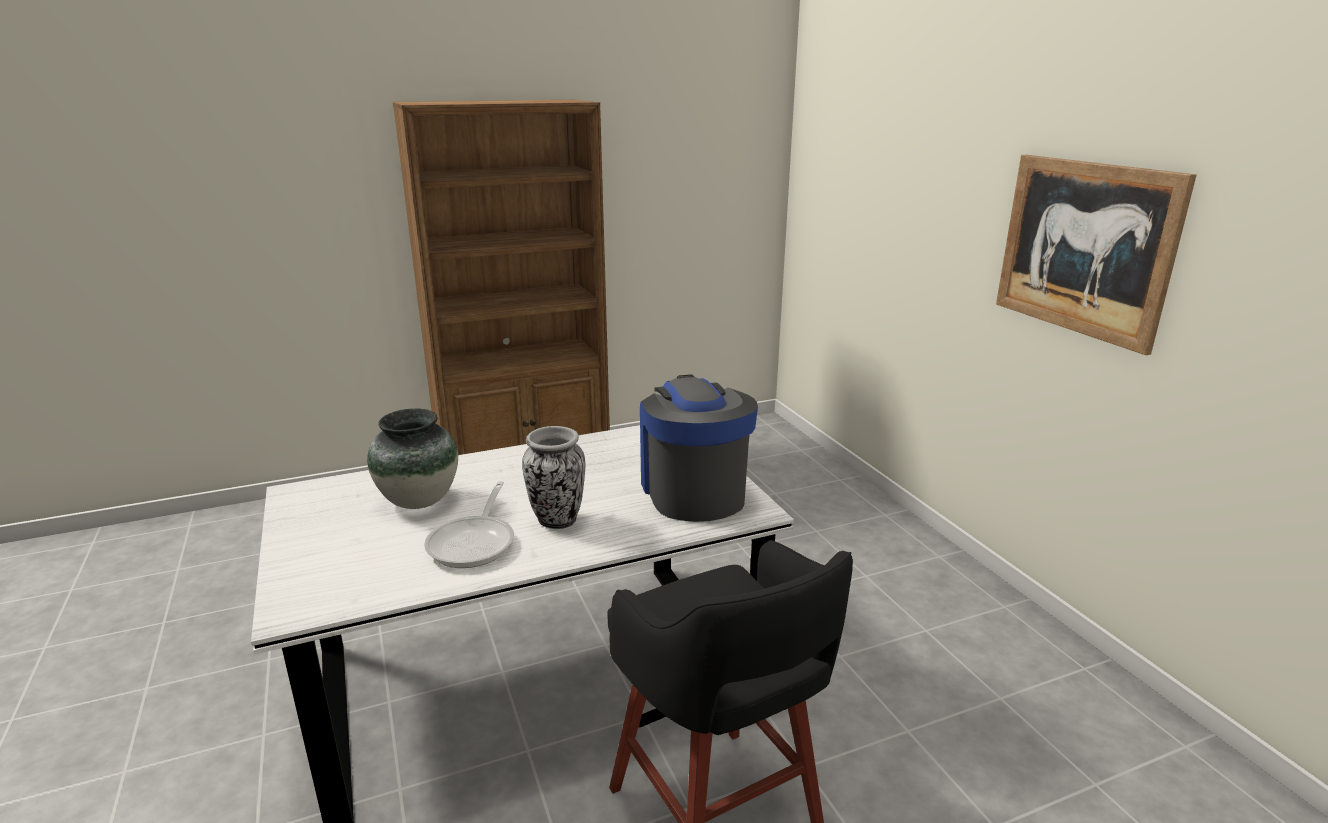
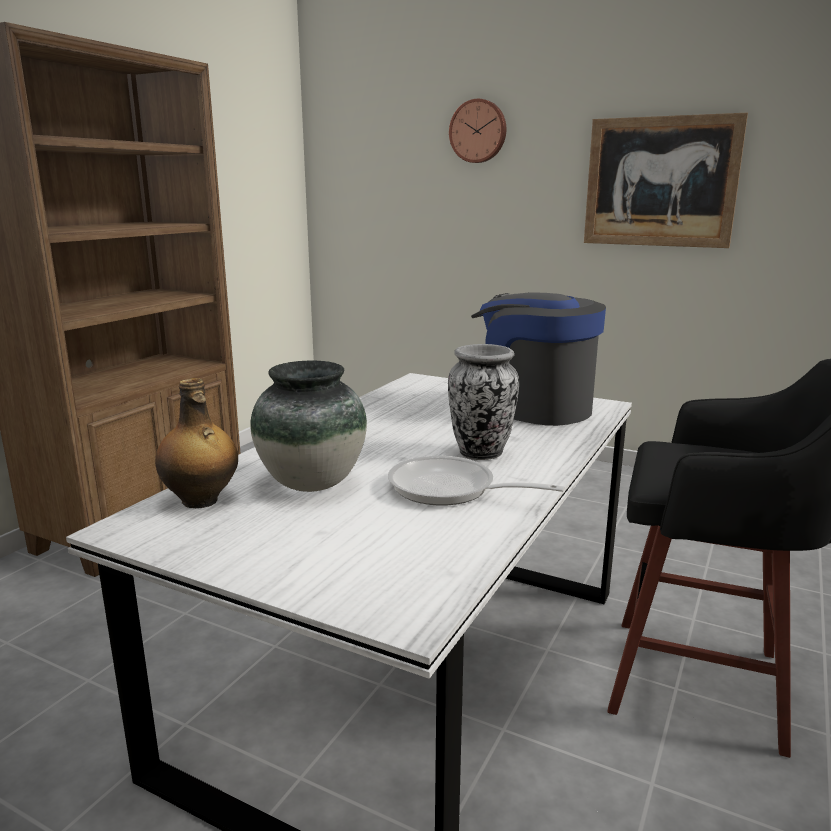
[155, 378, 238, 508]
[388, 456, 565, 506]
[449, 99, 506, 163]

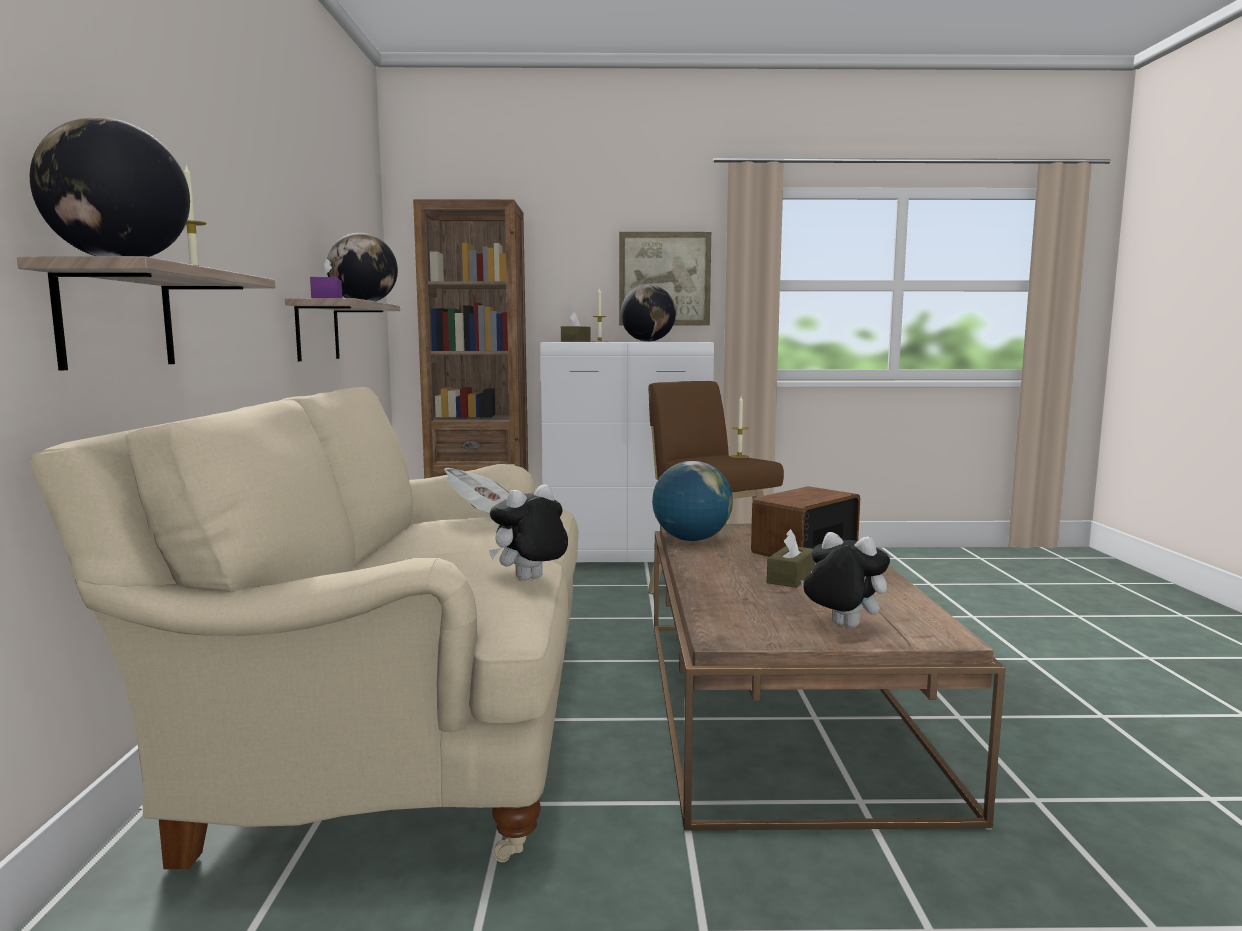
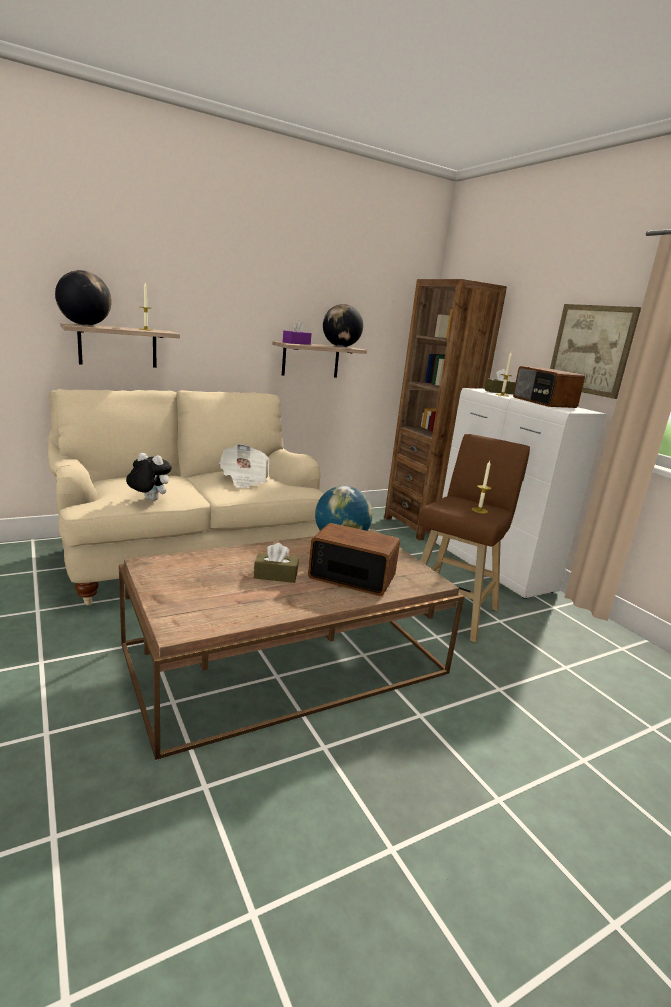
[513, 366, 585, 408]
[801, 532, 890, 628] (first image)

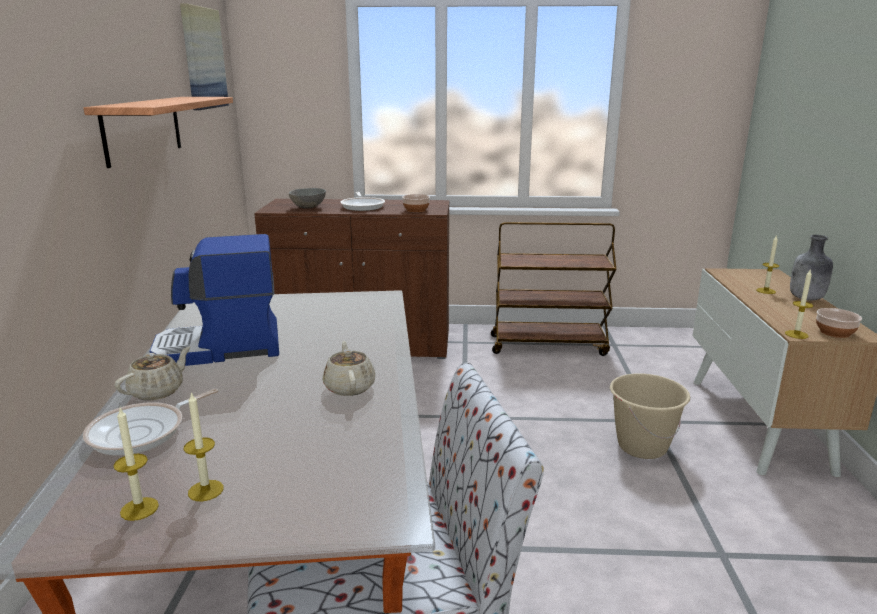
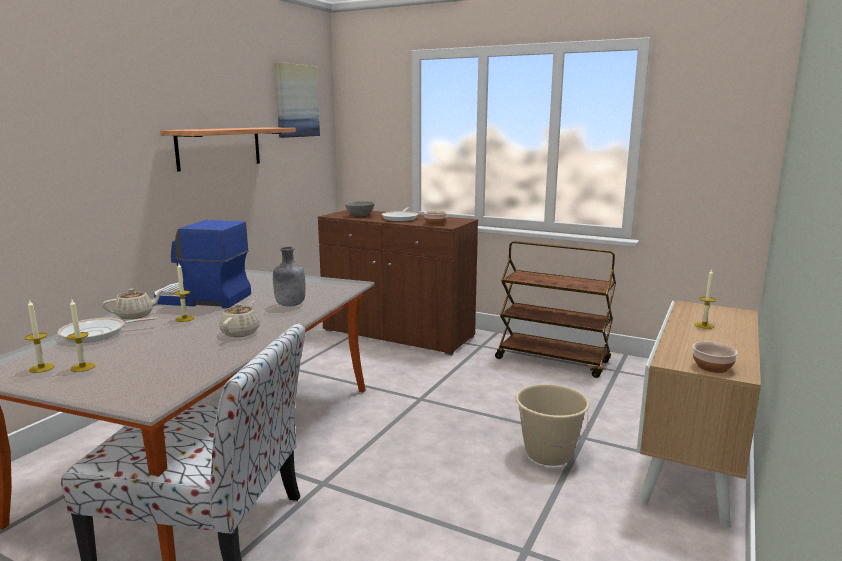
[174, 263, 194, 322]
[273, 247, 306, 307]

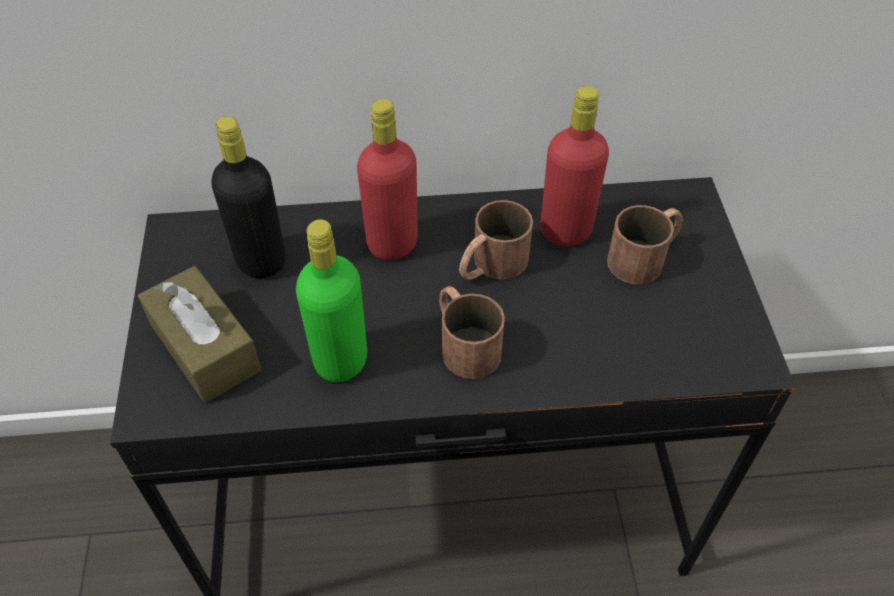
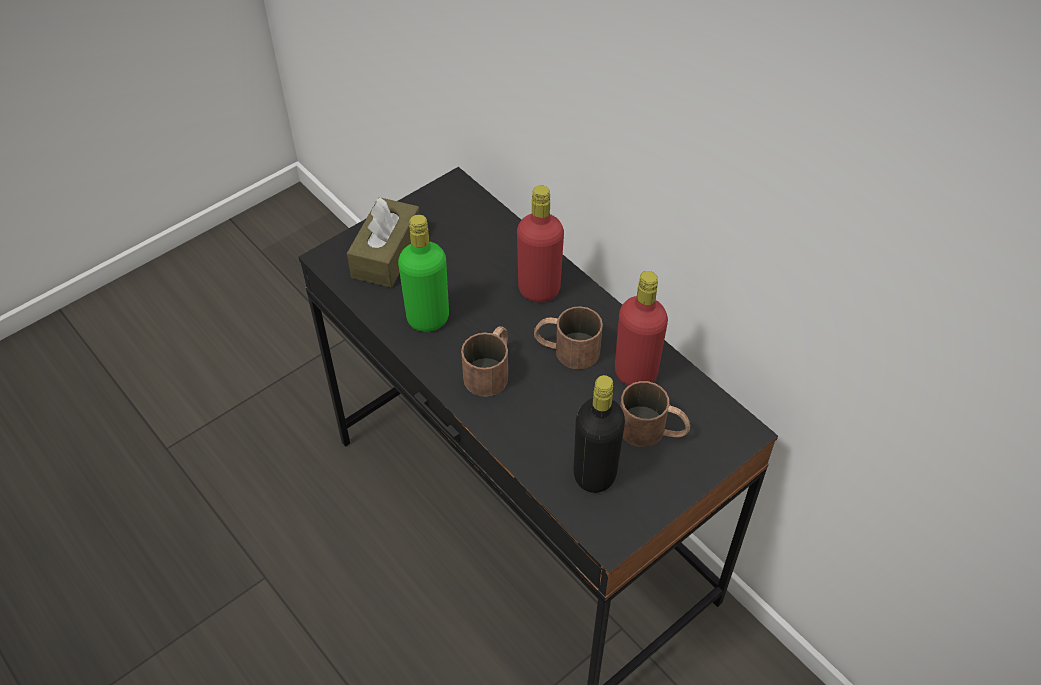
[574, 375, 625, 493]

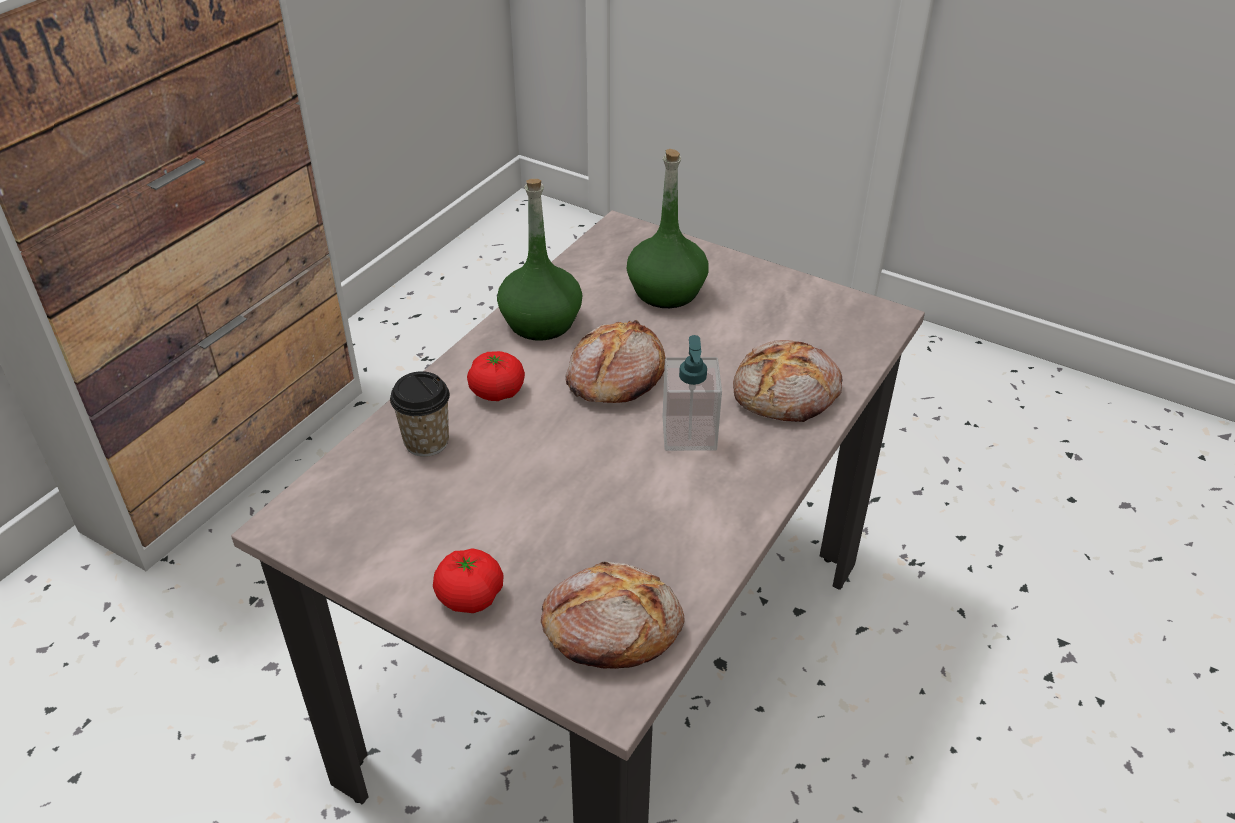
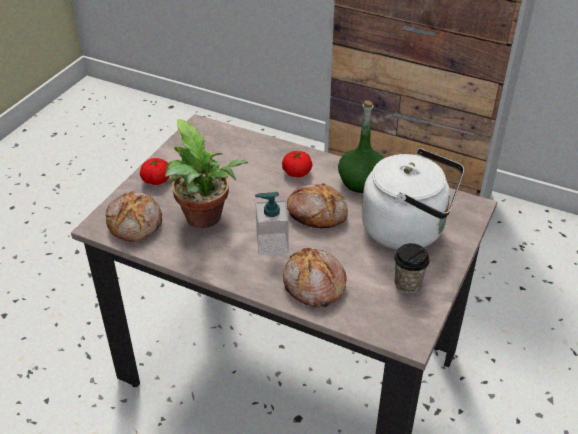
[165, 119, 248, 228]
[362, 148, 464, 250]
[394, 243, 430, 294]

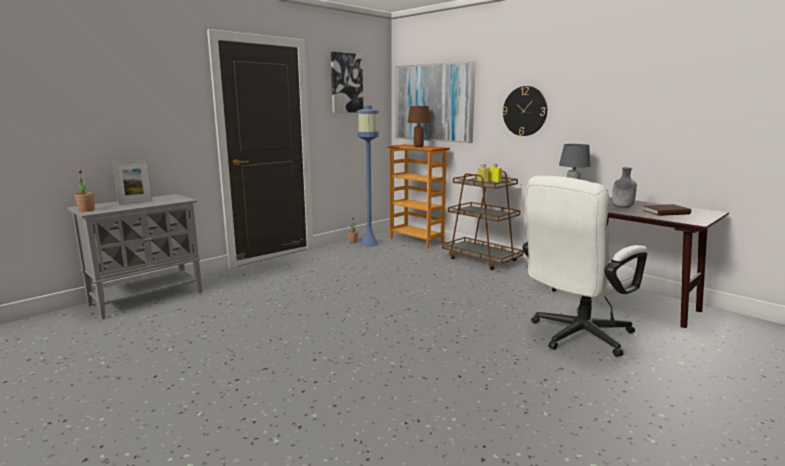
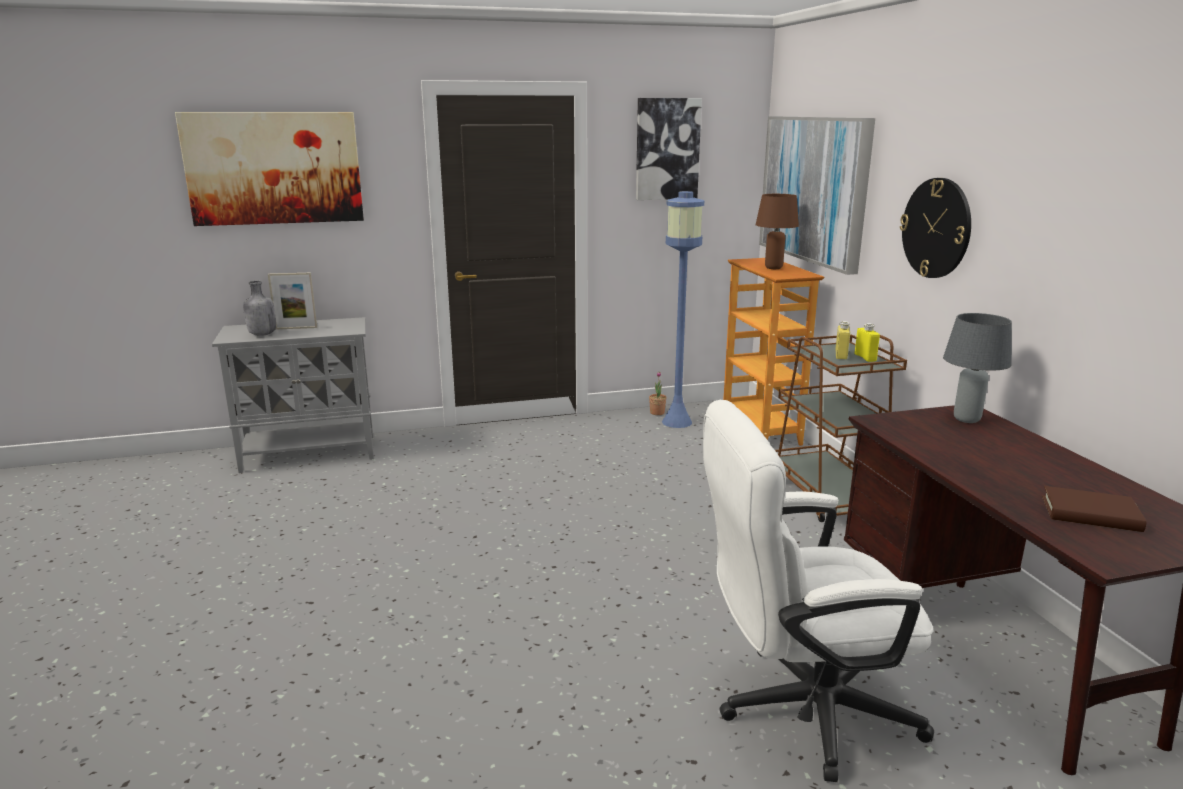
[175, 112, 364, 226]
[243, 281, 276, 336]
[75, 168, 95, 212] (first image)

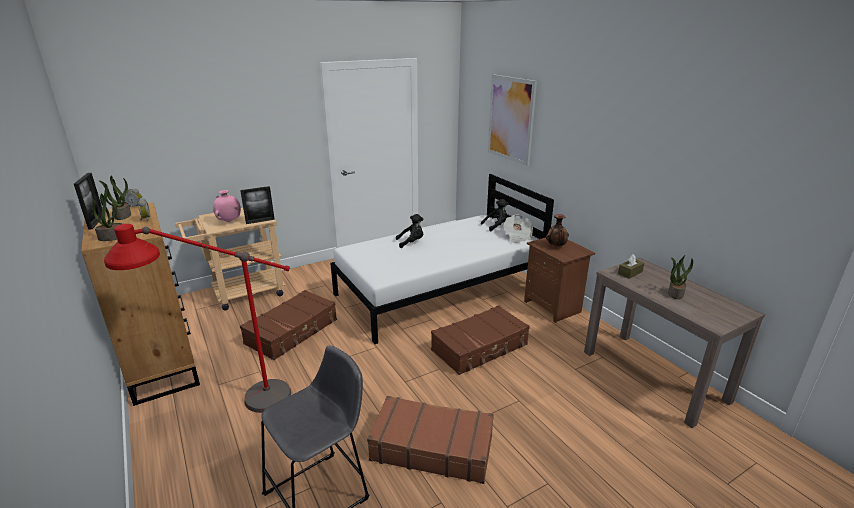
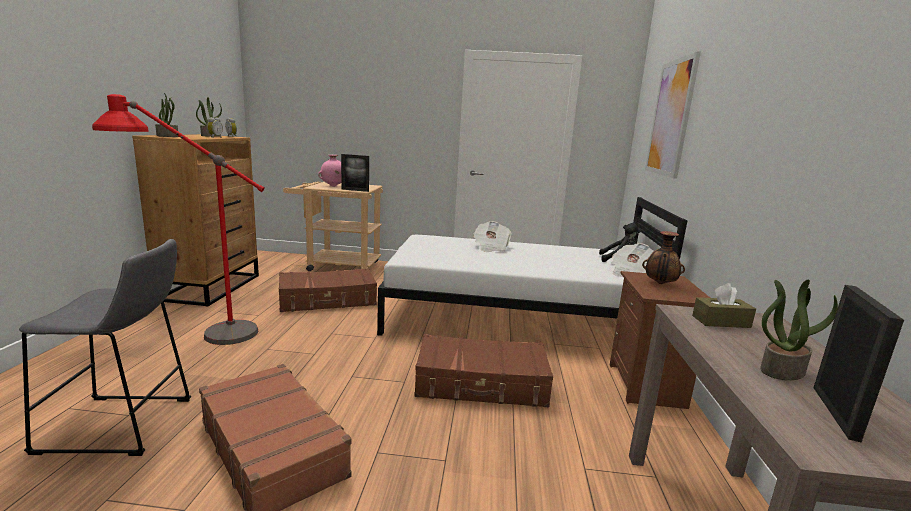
[473, 221, 512, 252]
[814, 285, 904, 443]

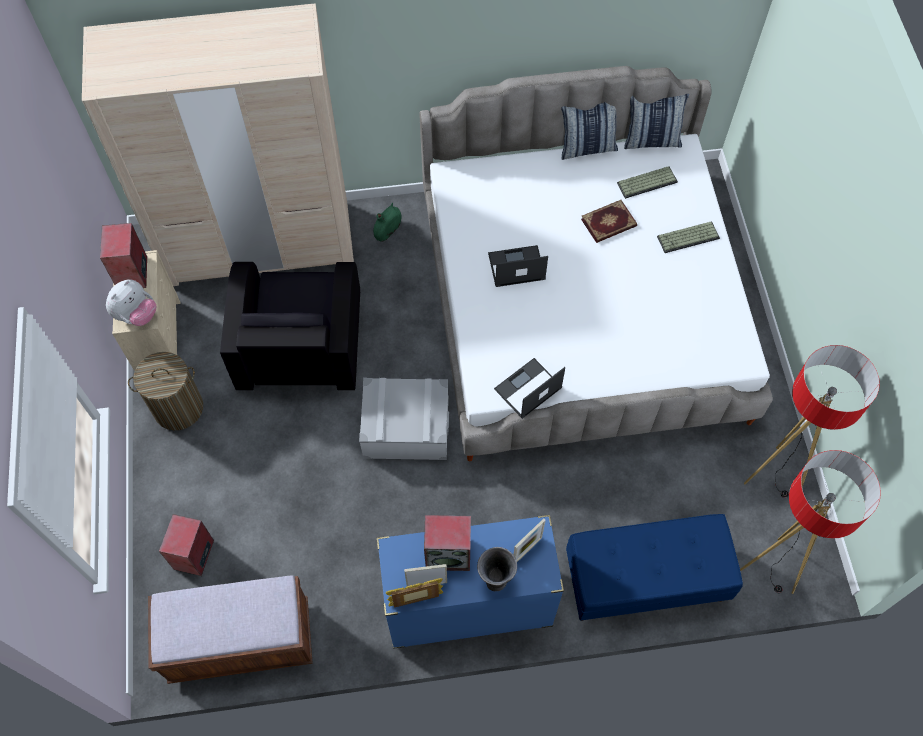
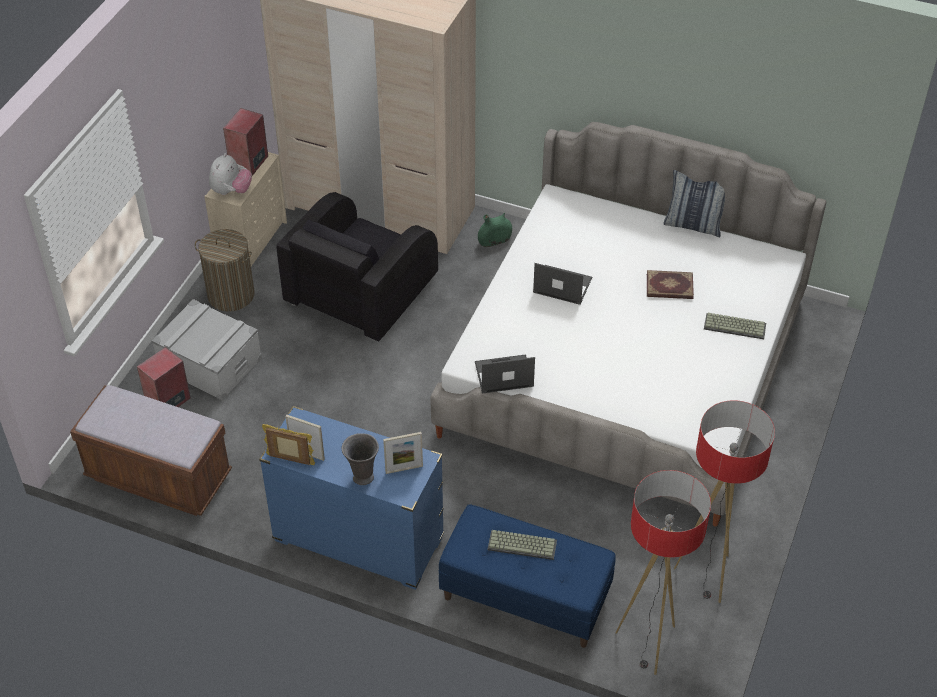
[152, 299, 262, 401]
[209, 153, 252, 195]
[488, 530, 557, 560]
[424, 515, 471, 571] (first image)
[624, 94, 689, 149] (first image)

